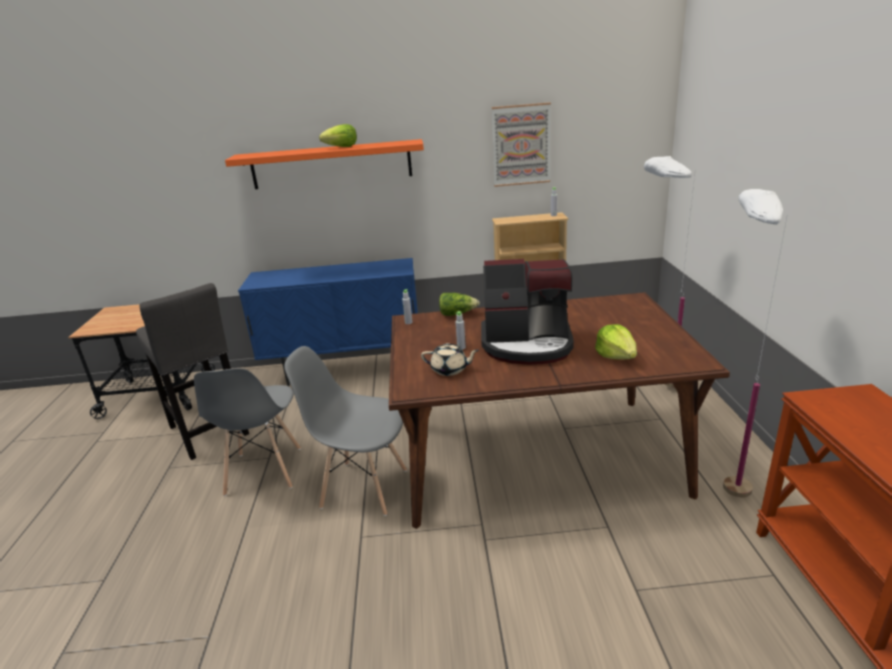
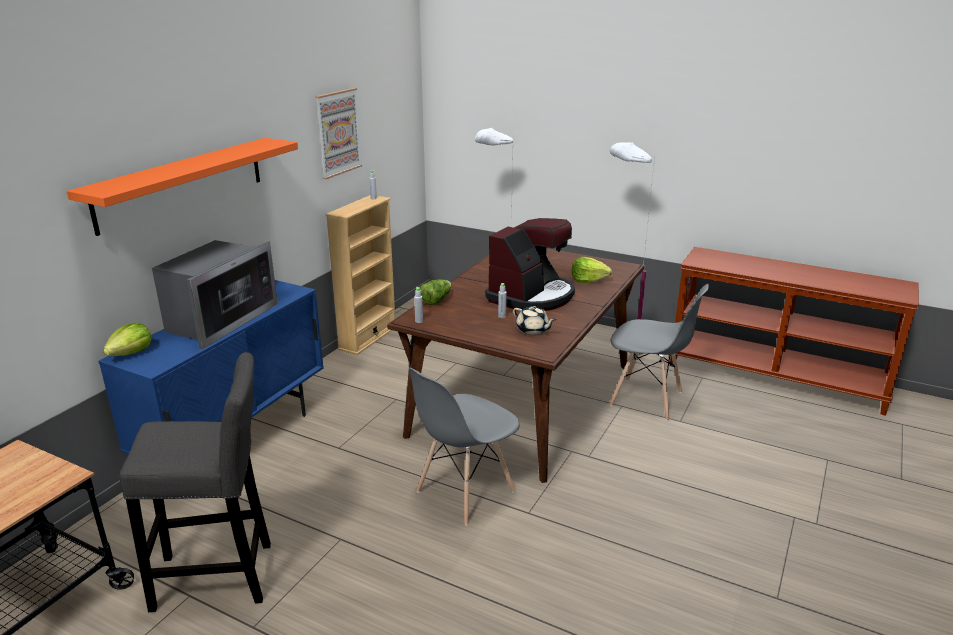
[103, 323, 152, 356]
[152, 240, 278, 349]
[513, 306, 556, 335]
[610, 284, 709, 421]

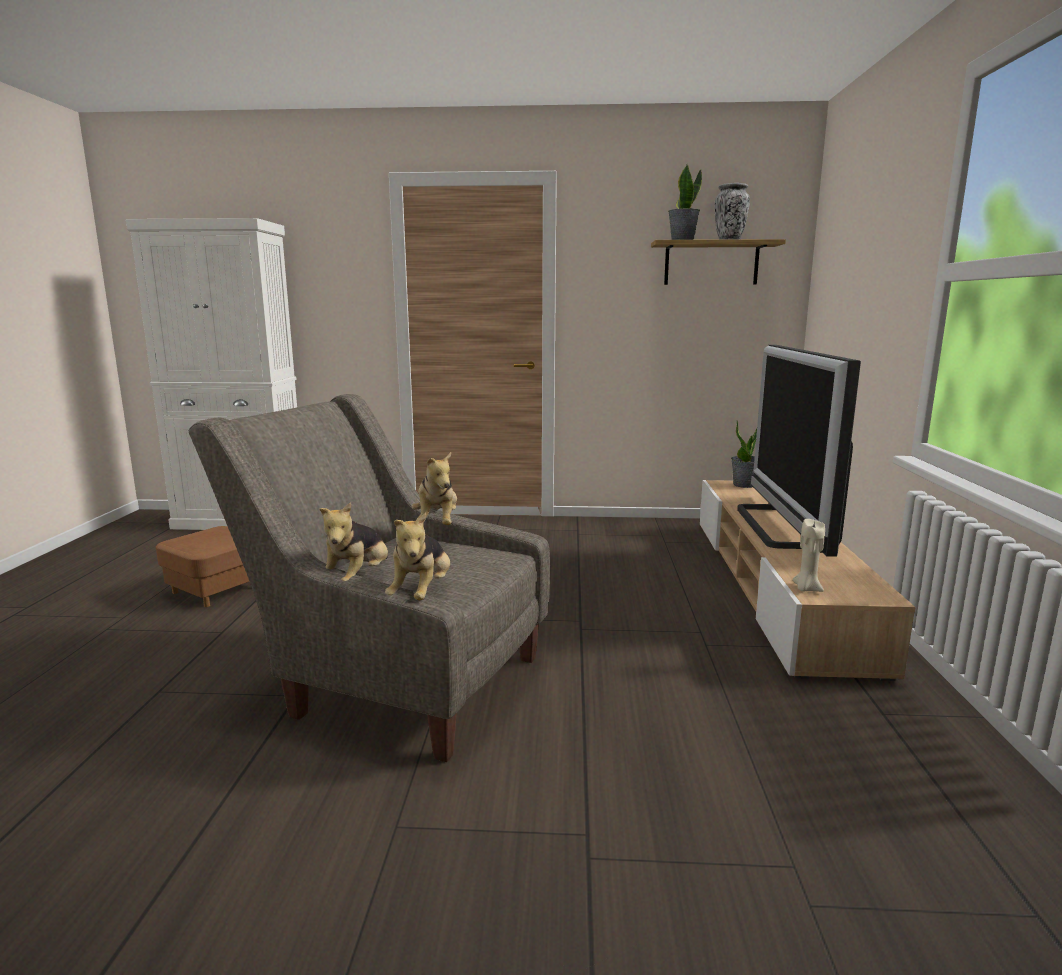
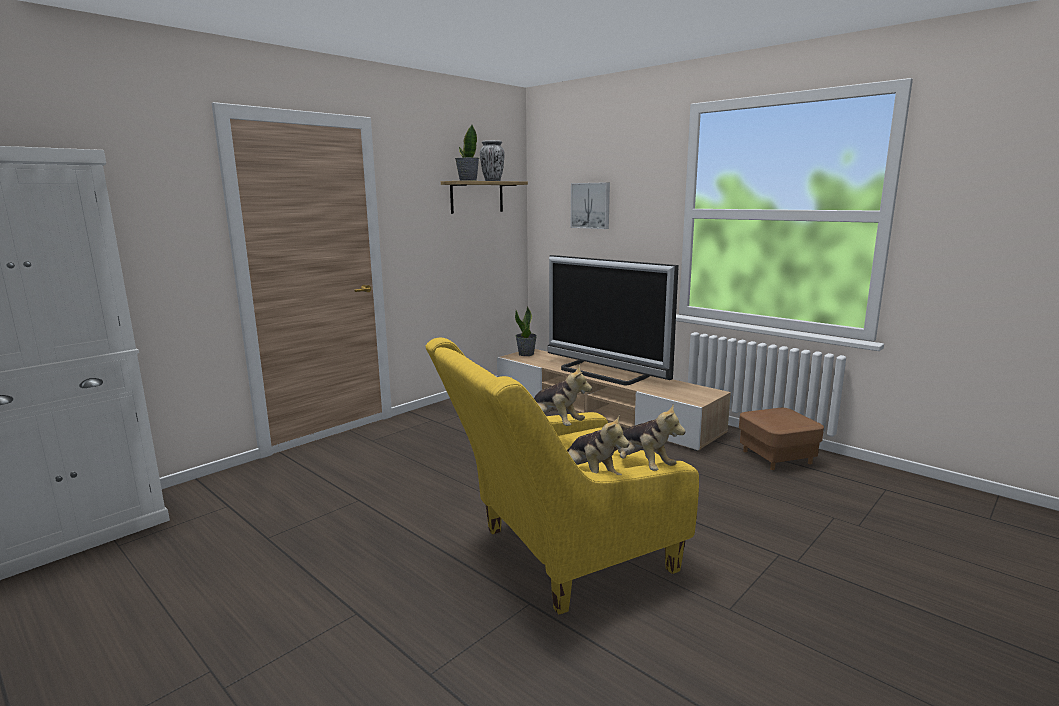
[425, 338, 699, 614]
[571, 182, 610, 229]
[739, 408, 824, 470]
[793, 519, 825, 592] (first image)

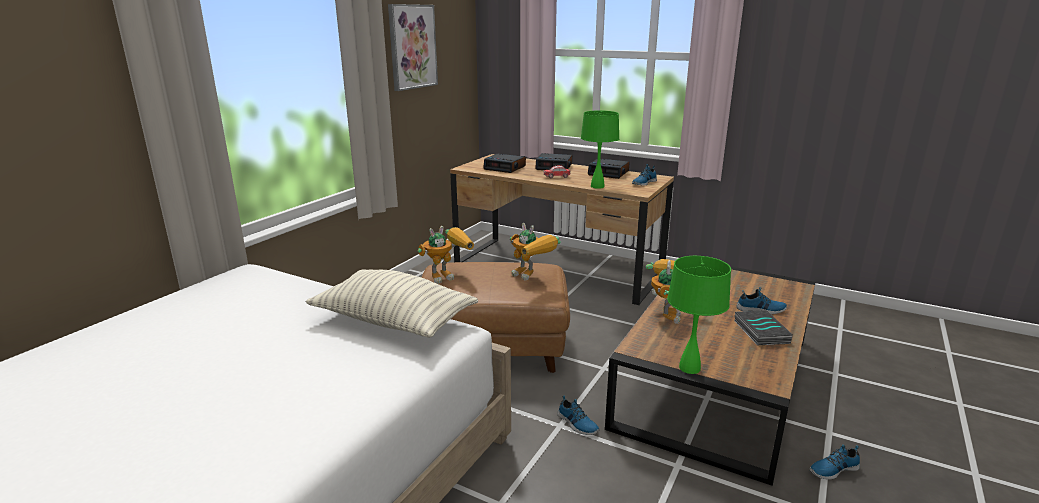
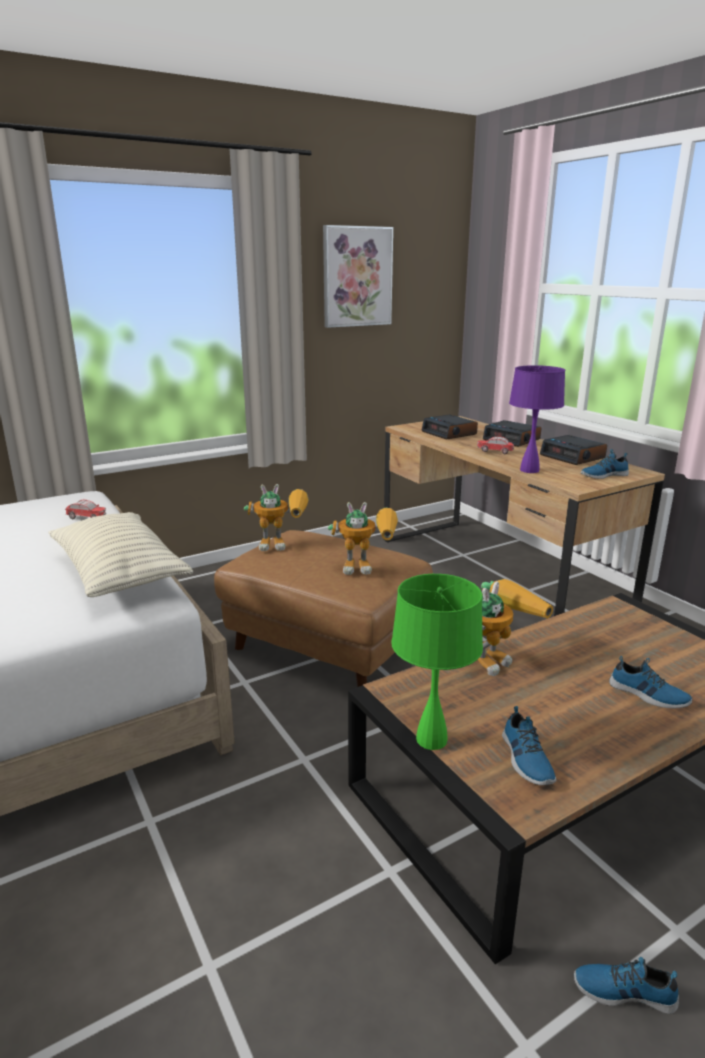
[65, 500, 106, 519]
[328, 502, 398, 575]
[502, 706, 556, 785]
[509, 365, 565, 473]
[734, 310, 793, 345] (first image)

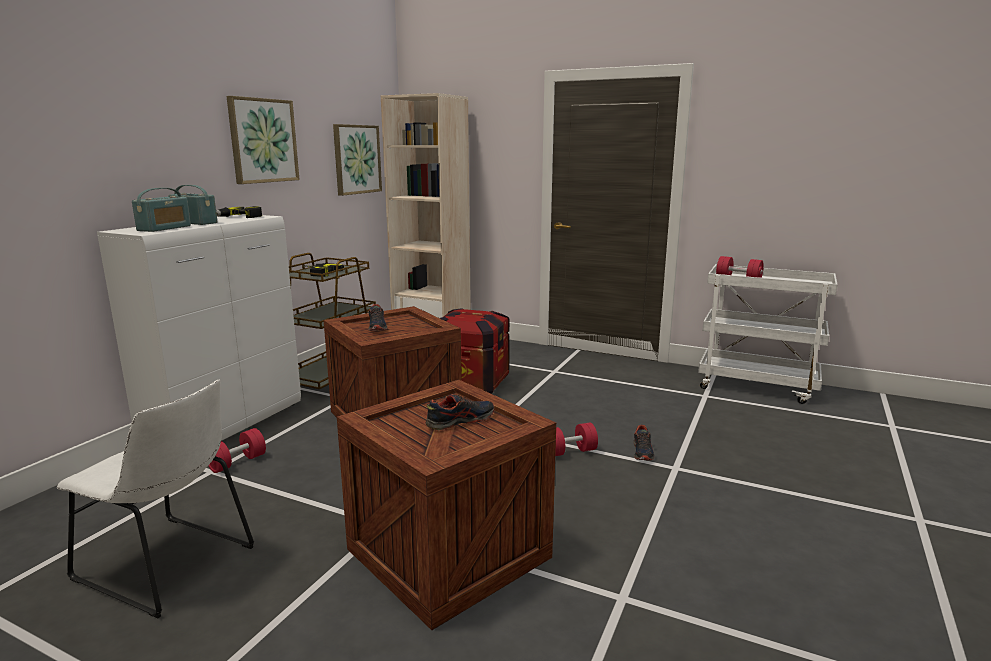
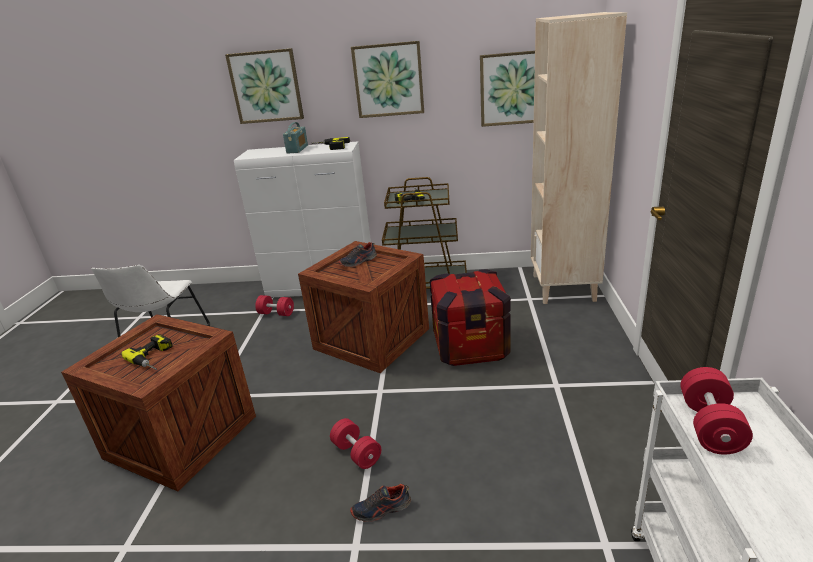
[121, 334, 173, 370]
[225, 48, 304, 124]
[132, 188, 191, 232] (first image)

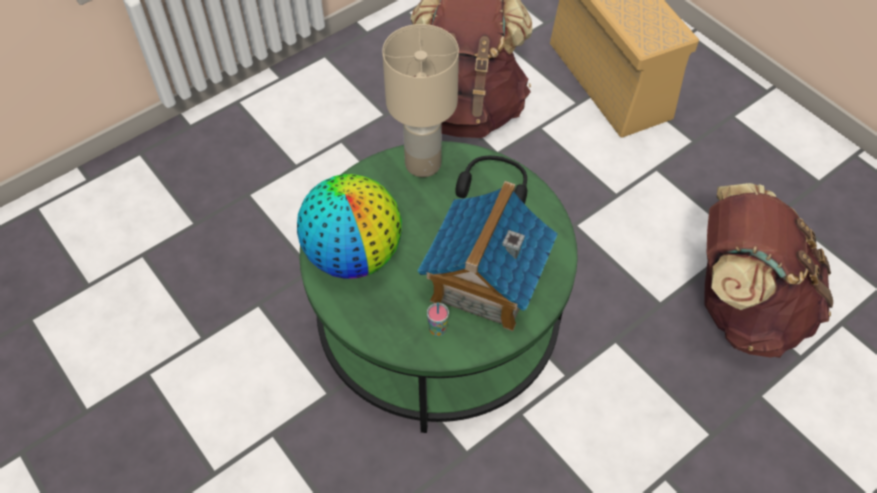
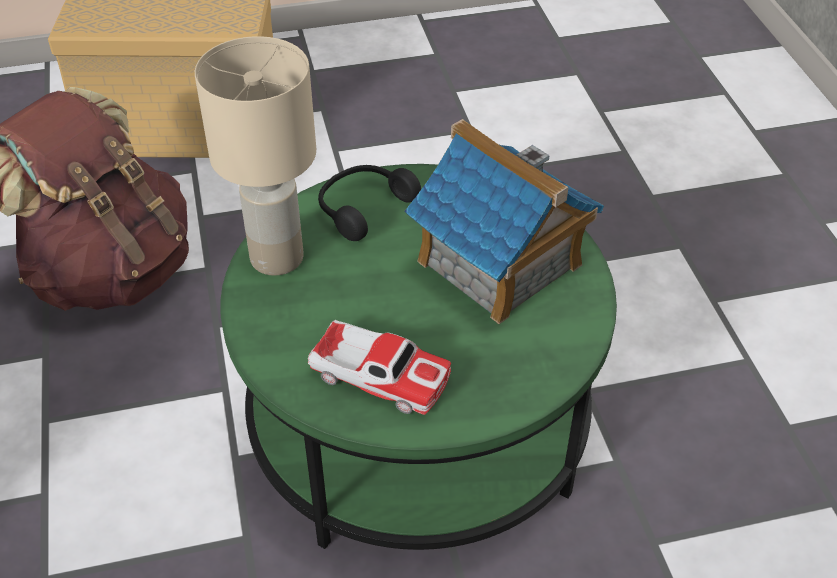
[308, 320, 451, 415]
[427, 302, 449, 336] (first image)
[704, 183, 833, 358] (first image)

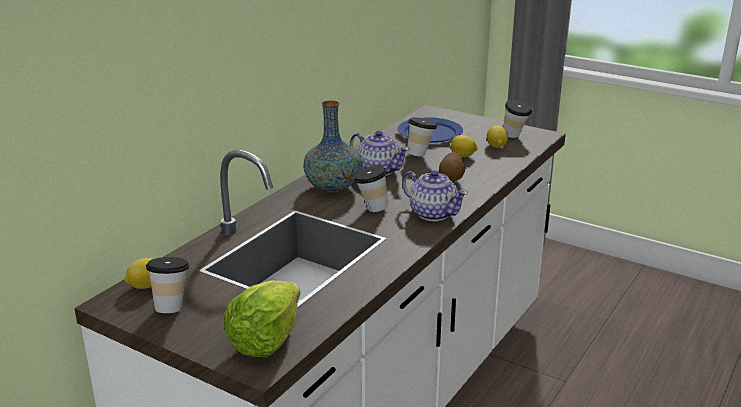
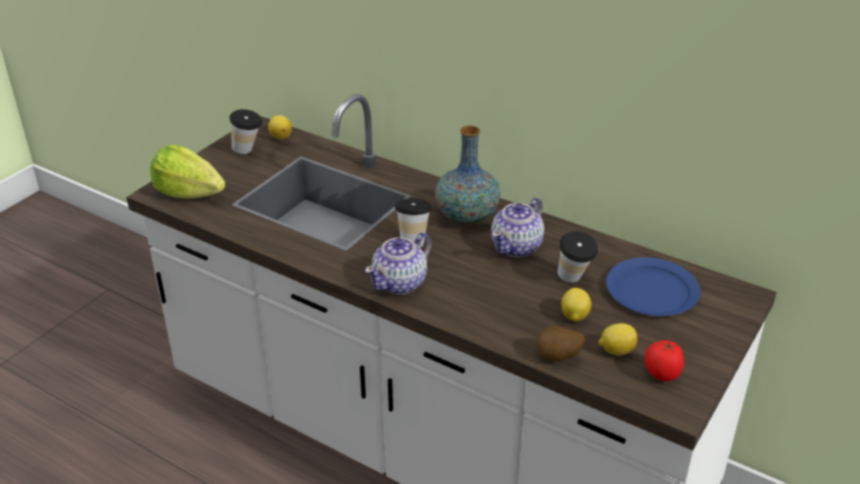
[537, 326, 585, 361]
[645, 340, 684, 381]

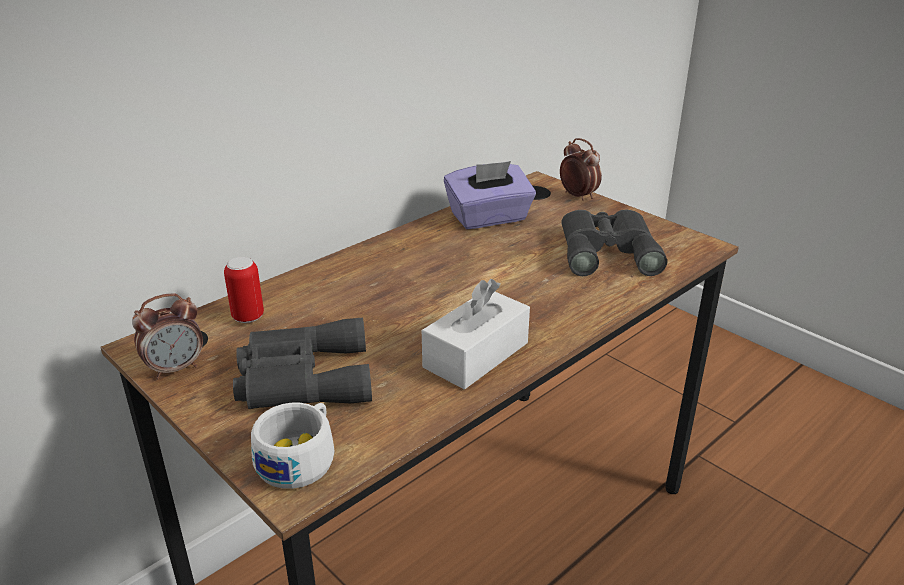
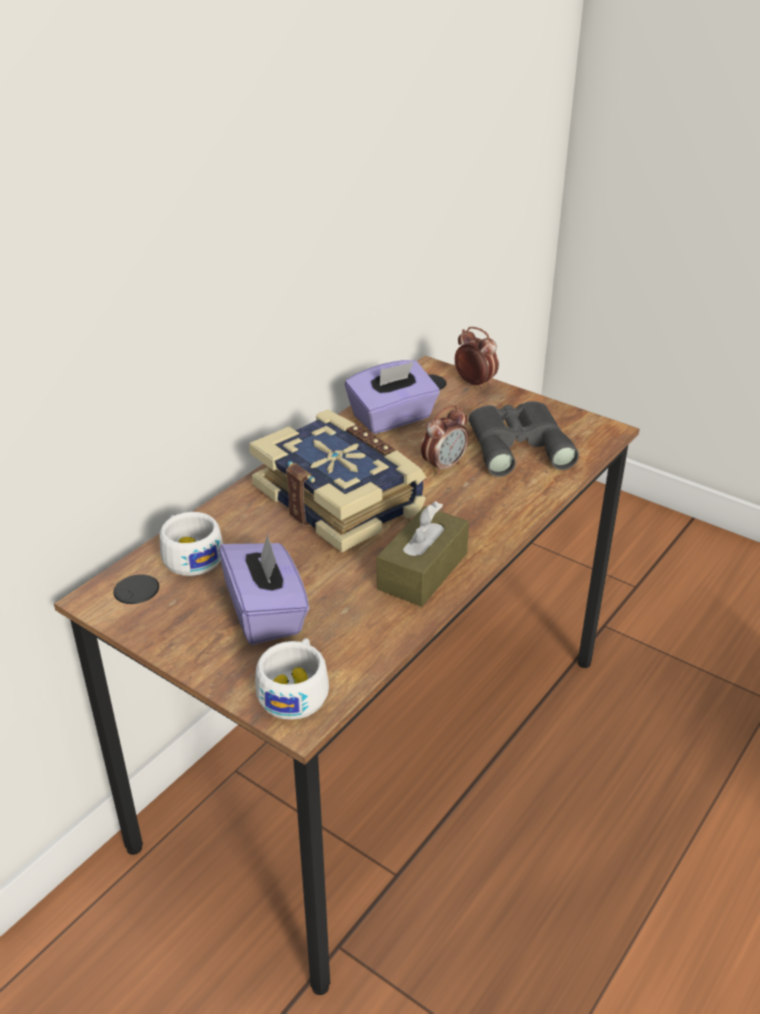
[160, 512, 223, 576]
[219, 534, 309, 645]
[249, 409, 426, 552]
[377, 501, 469, 607]
[421, 405, 469, 475]

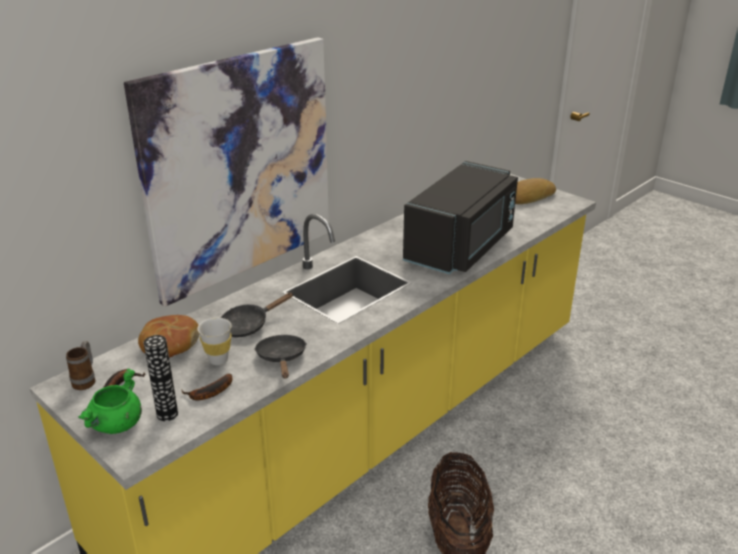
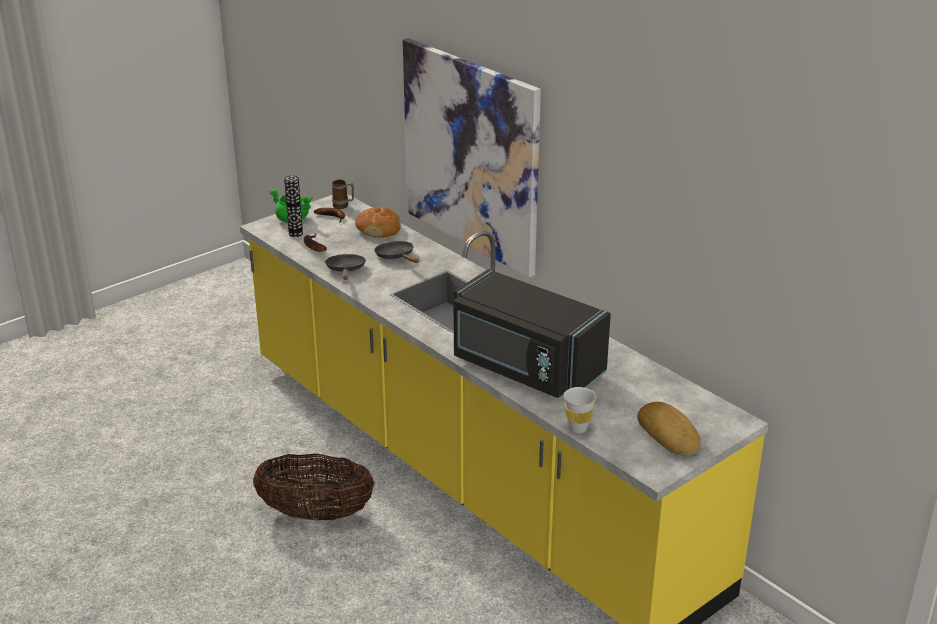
[324, 254, 366, 280]
[564, 387, 596, 433]

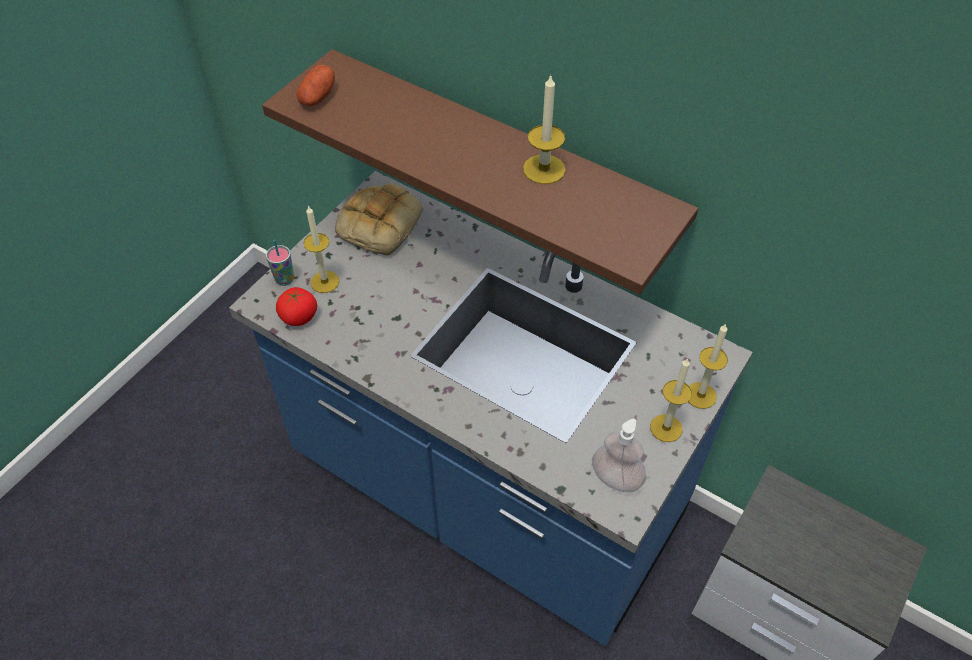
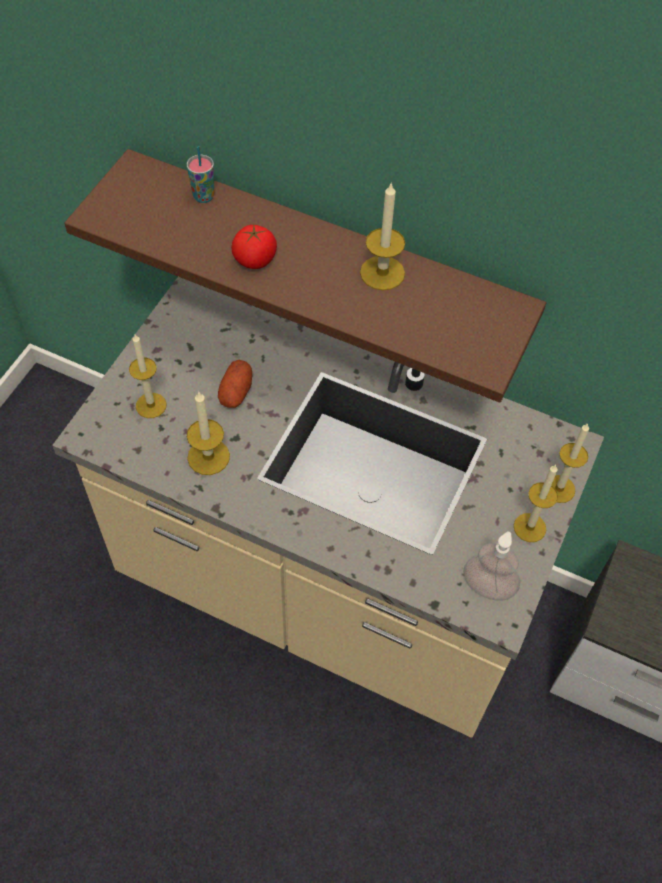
[52, 277, 604, 738]
[187, 146, 214, 203]
[187, 391, 230, 475]
[218, 360, 252, 408]
[231, 225, 277, 269]
[335, 183, 423, 255] (first image)

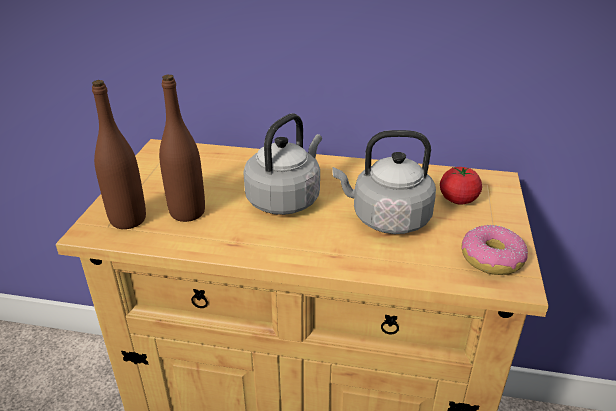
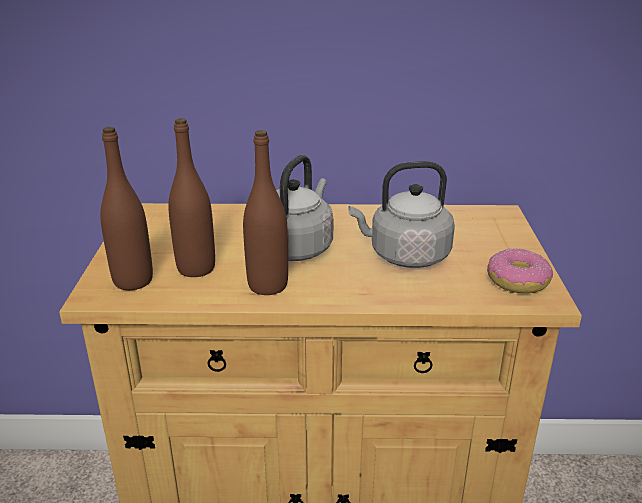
[243, 130, 288, 295]
[440, 167, 482, 205] (first image)

